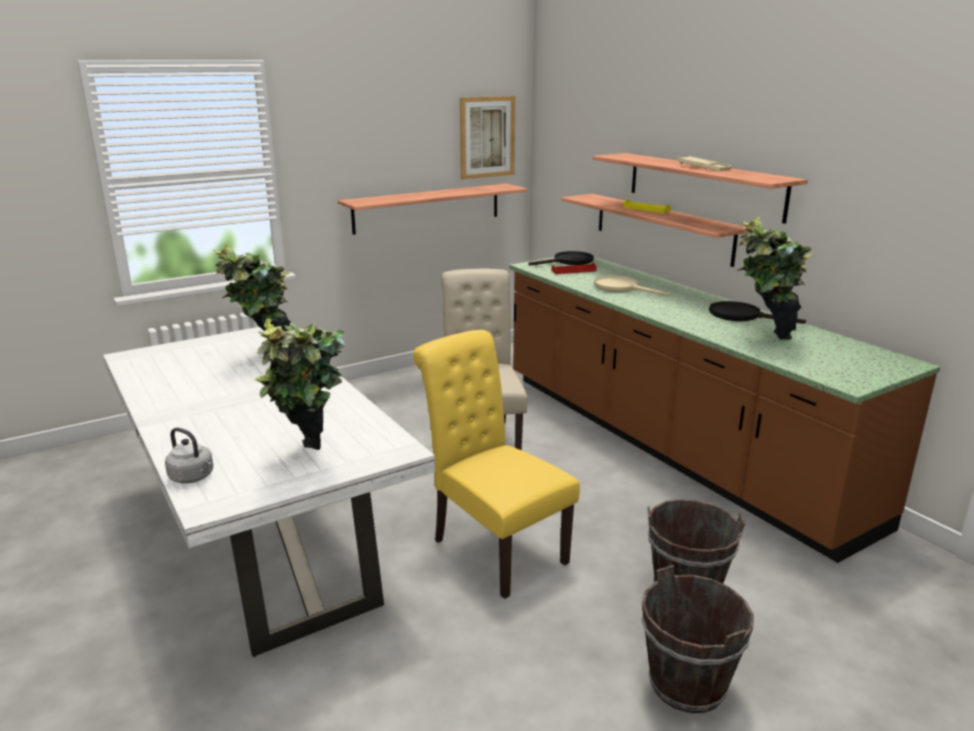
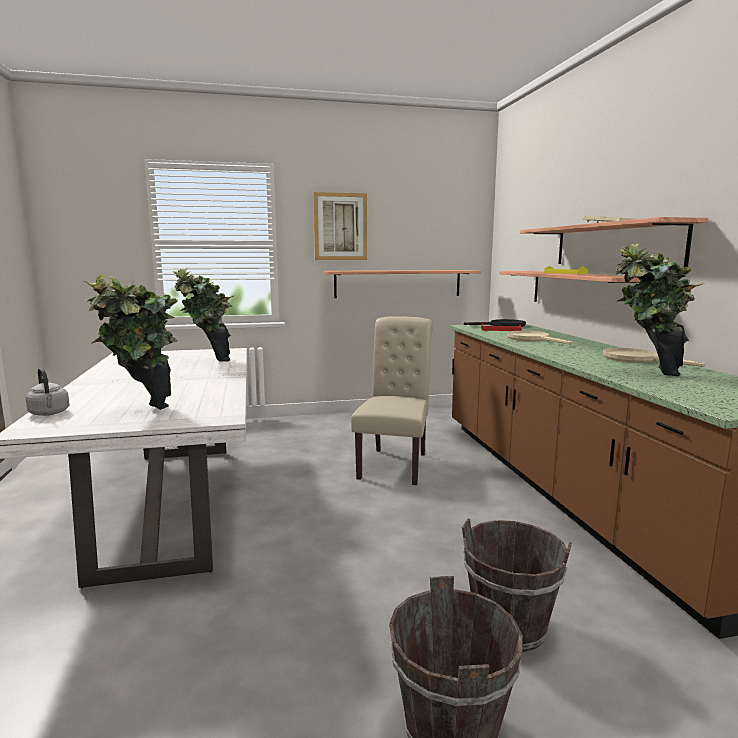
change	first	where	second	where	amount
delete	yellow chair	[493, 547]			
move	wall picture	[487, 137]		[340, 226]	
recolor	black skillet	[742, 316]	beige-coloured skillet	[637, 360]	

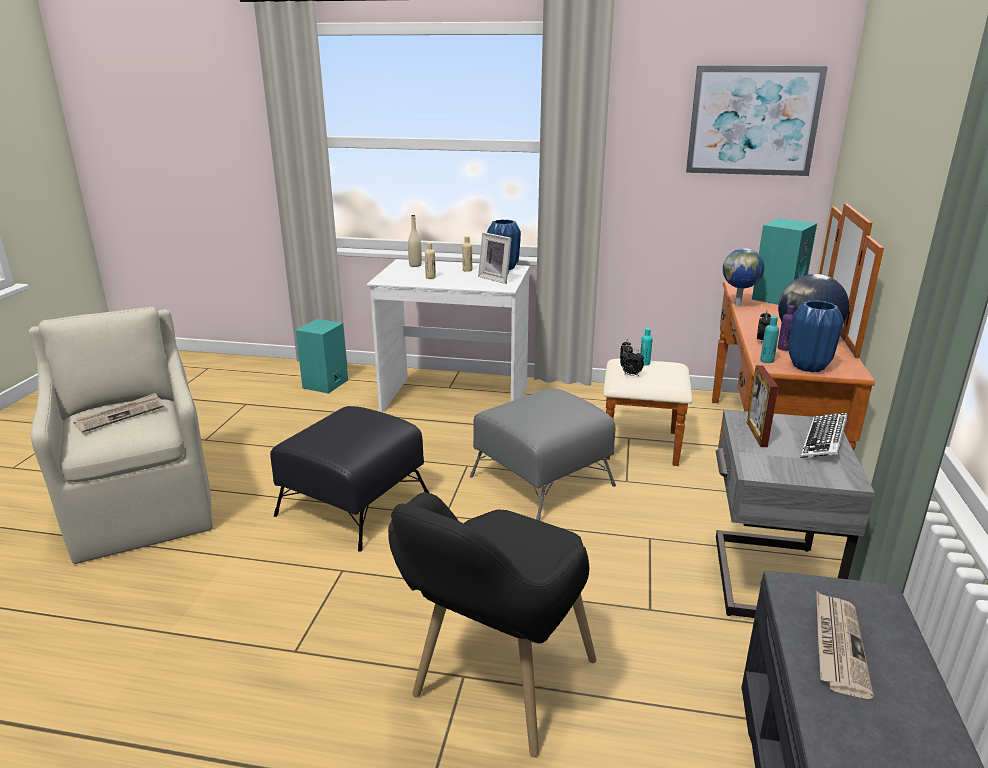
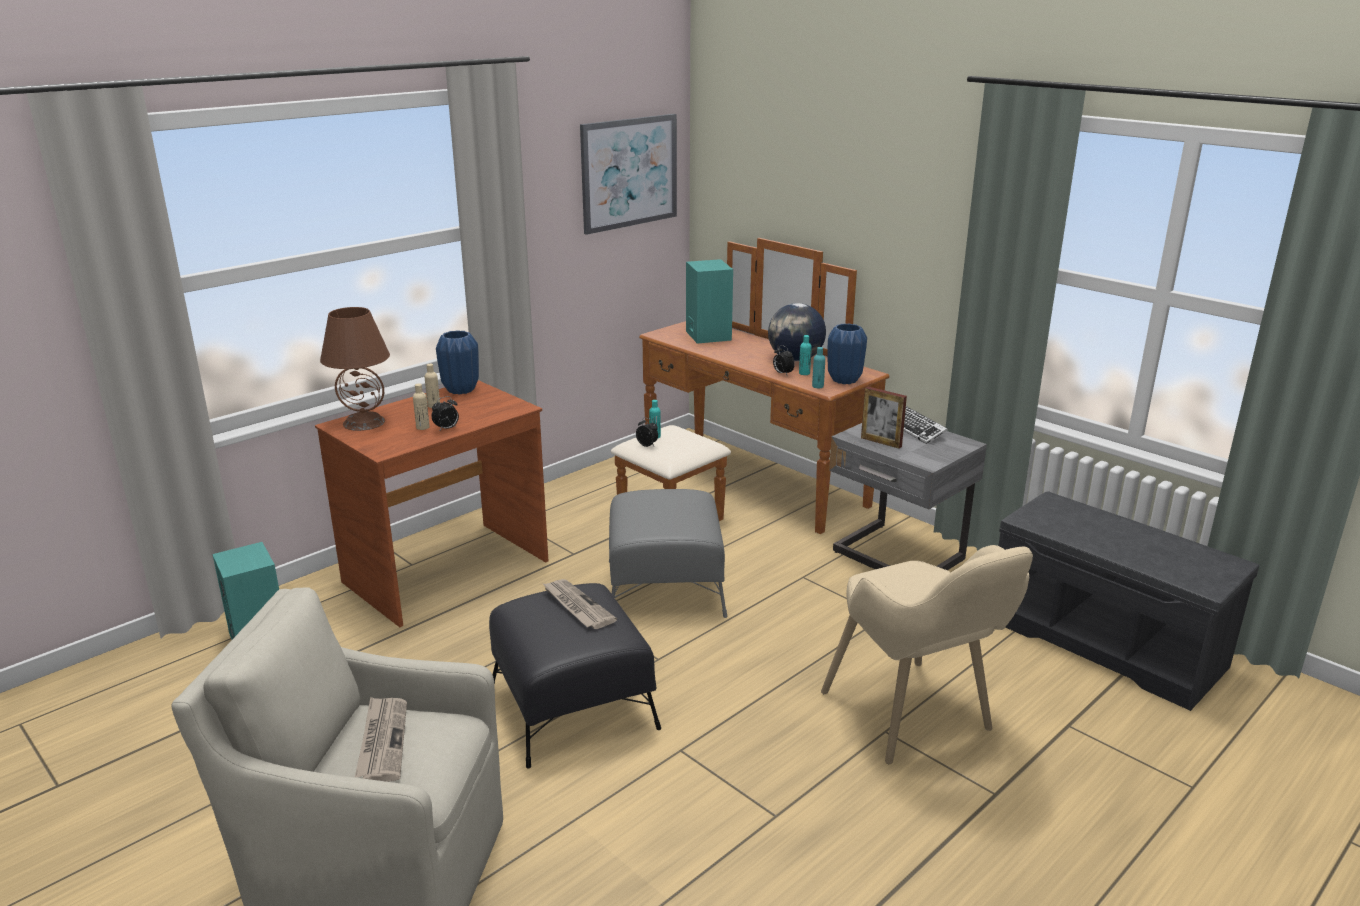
change	first	where	second	where	amount
delete	photo frame	[496, 278]			
delete	desk globe	[738, 305]			
move	alarm clock	[631, 375]		[446, 429]	
move	daily paper	[837, 645]		[577, 606]	
replace	beige-coloured beverage bottle	[415, 265]	brown table lamp	[363, 422]	
recolor	white-coloured desk	[454, 401]	brown desk	[447, 572]	
recolor	black armchair	[493, 695]	beige-coloured armchair	[917, 724]	
recolor	purplish beverage bottle	[784, 348]	turquoise beverage bottle	[804, 373]	

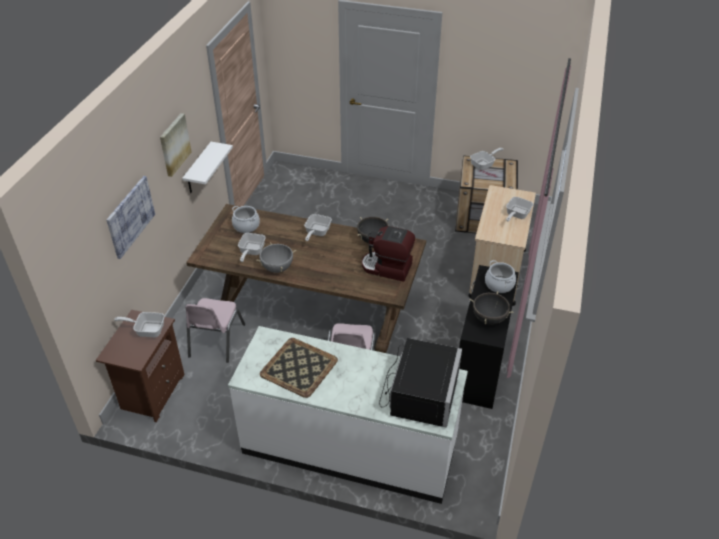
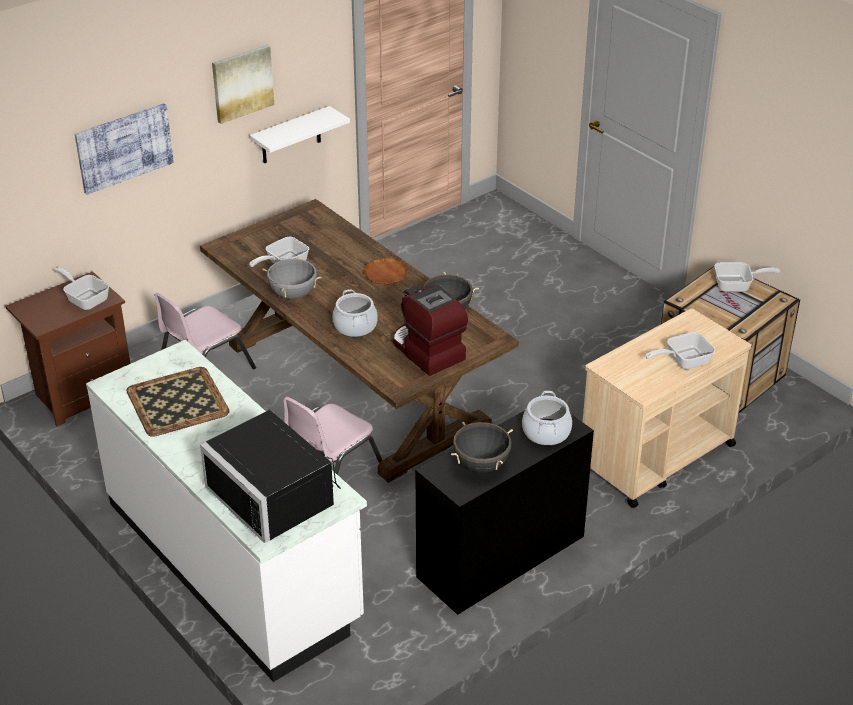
change	first	where	second	where	amount
move	saucepot	[246, 226]		[355, 326]	
replace	skillet	[316, 233]	brown plate	[385, 274]	
rotate	black microwave oven	[419, 393]		[277, 495]	90 degrees clockwise

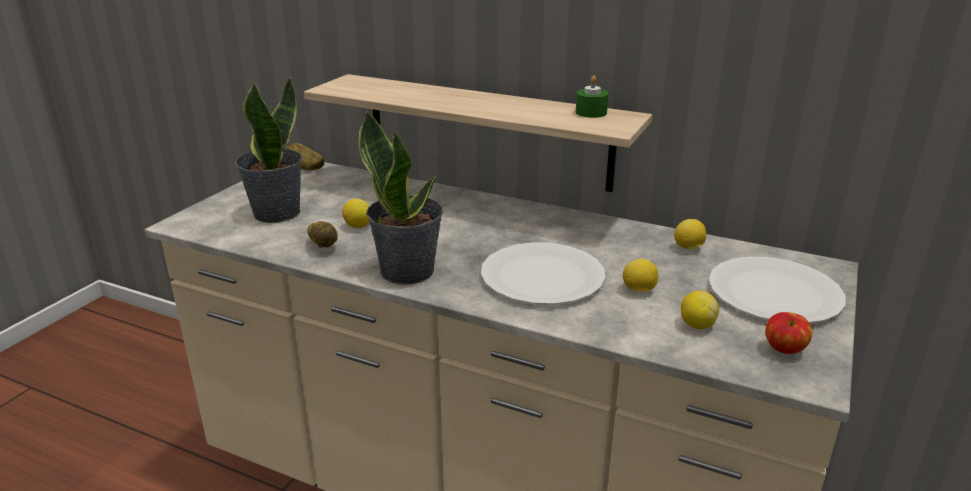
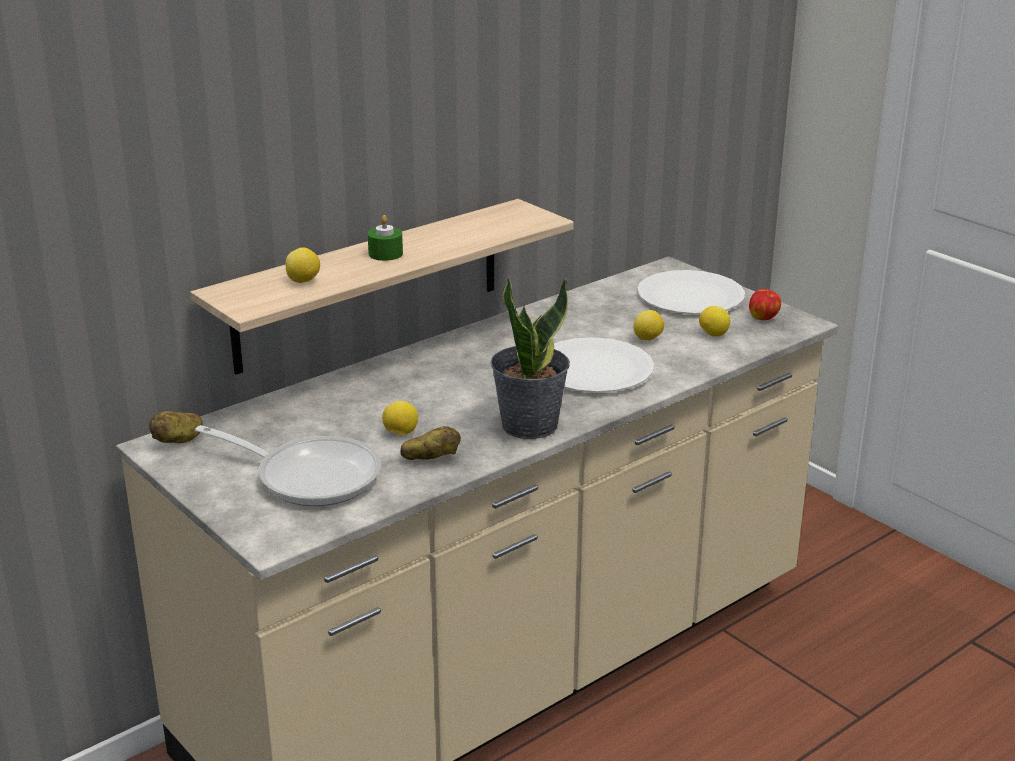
change	first	where	second	where	amount
move	greenish wax light	[591, 113]		[385, 254]	
move	lemon	[688, 248]		[304, 281]	
replace	potted plant	[276, 213]	skillet	[310, 476]	

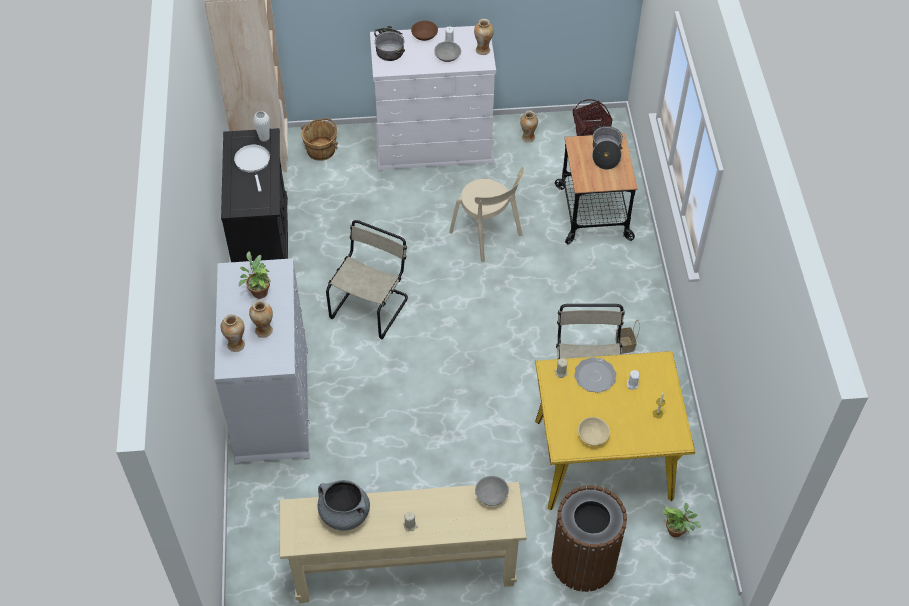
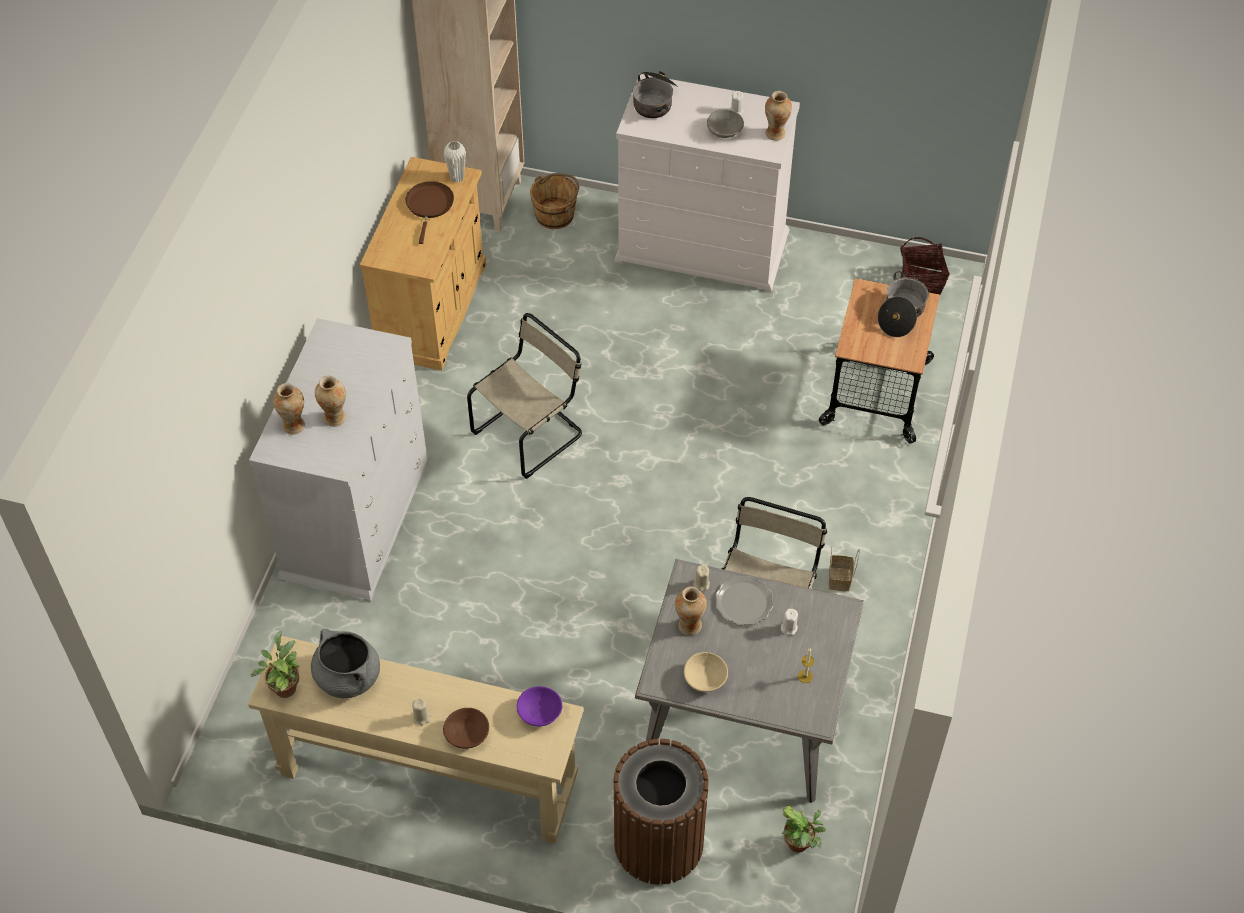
change	first	where	second	where	amount
delete	beige-coloured chair	[488, 236]			
move	potted plant	[258, 291]		[284, 686]	
move	brown serving bowl	[424, 36]		[467, 734]	
move	decorative vase	[528, 138]		[689, 625]	
recolor	black cupboard	[262, 239]	beige-coloured cupboard	[432, 309]	
recolor	white-coloured skillet	[253, 163]	brown skillet	[429, 206]	
recolor	greyish serving bowl	[491, 496]	purplish serving bowl	[539, 713]	
recolor	yellow dining table	[602, 459]	greyish dining table	[742, 719]	

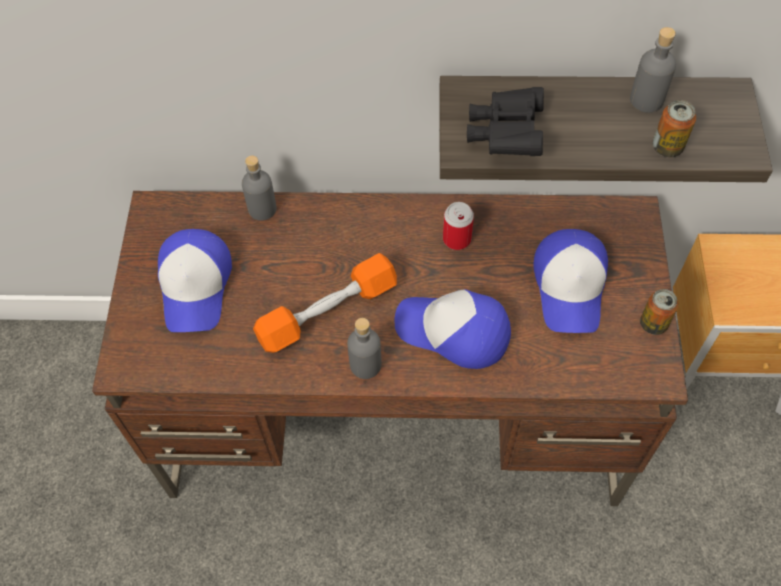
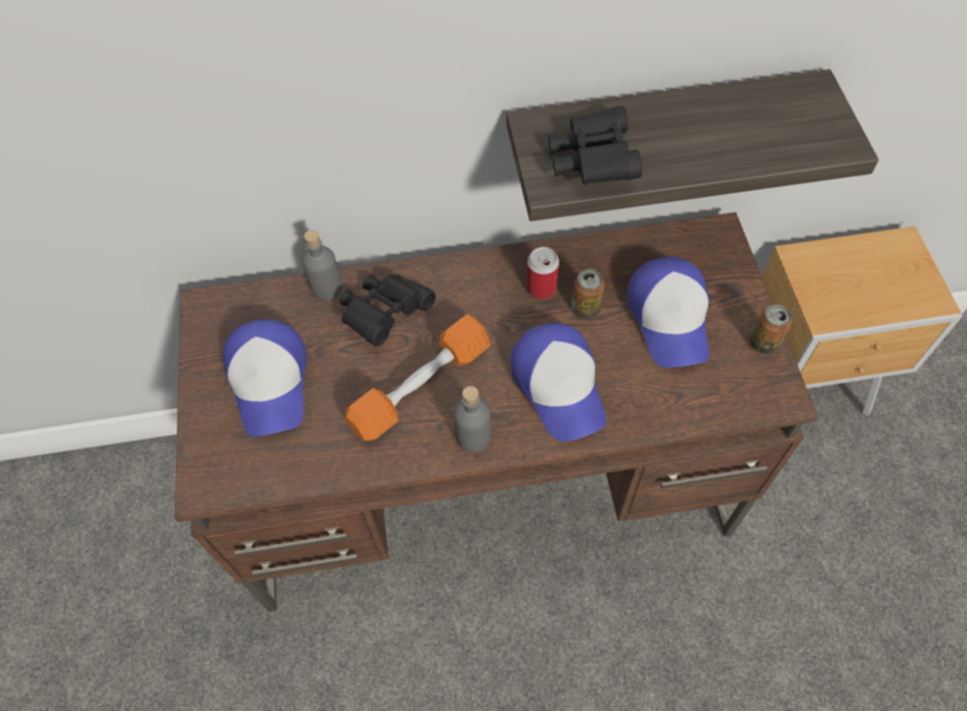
change	first	where	second	where	amount
delete	greyish beverage bottle	[646, 100]			
insert			black pair of binoculars	[385, 314]	
move	metal can	[667, 147]		[585, 308]	
rotate	peaked cap	[453, 332]		[559, 386]	120 degrees counterclockwise

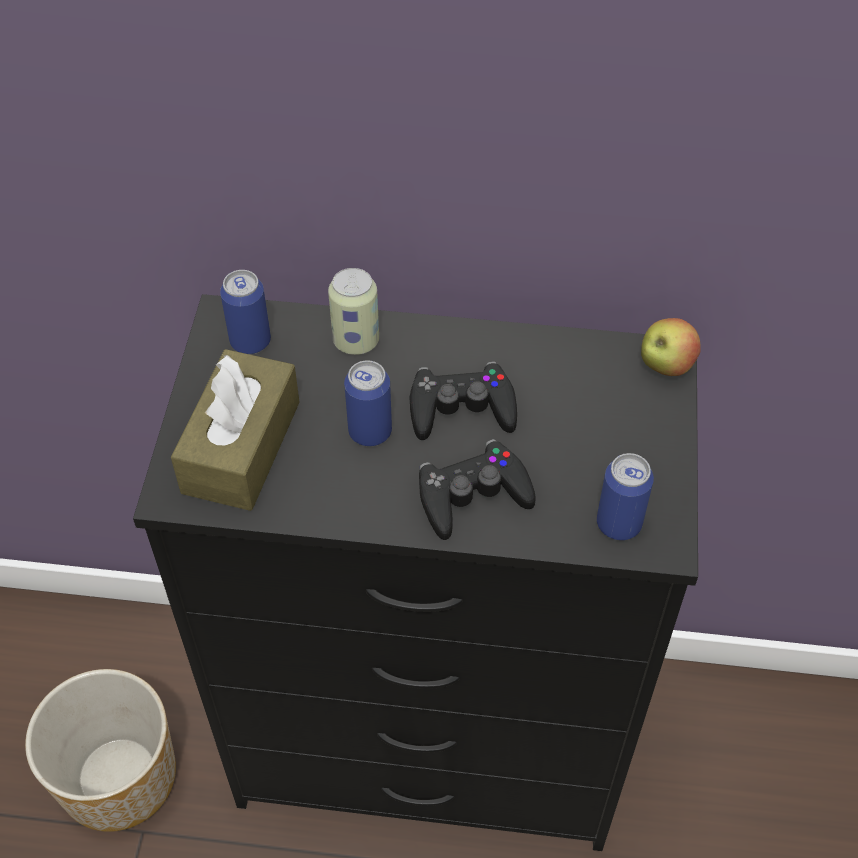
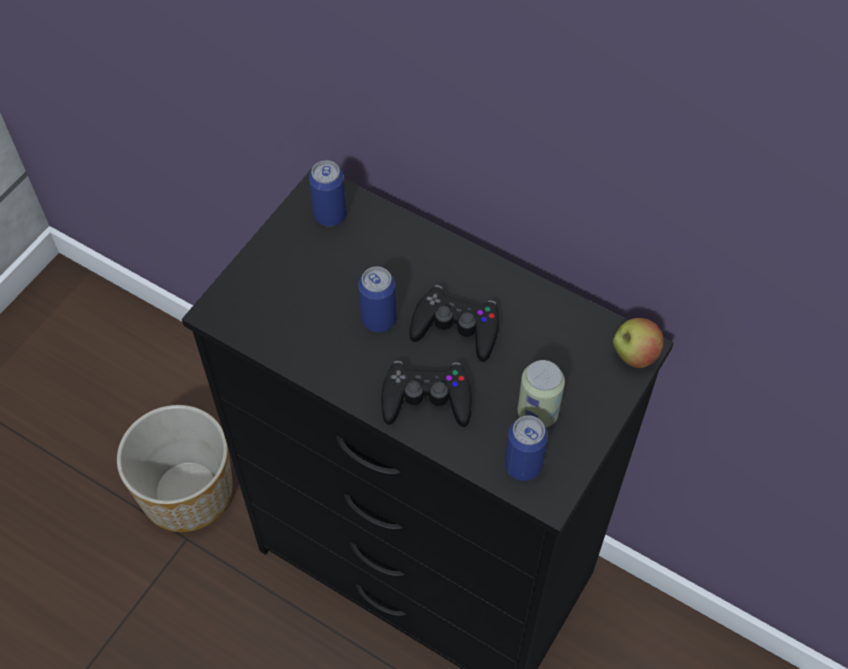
change	first	where	second	where	amount
delete	brown box of tissues	[241, 447]			
move	metal can	[356, 341]		[537, 413]	

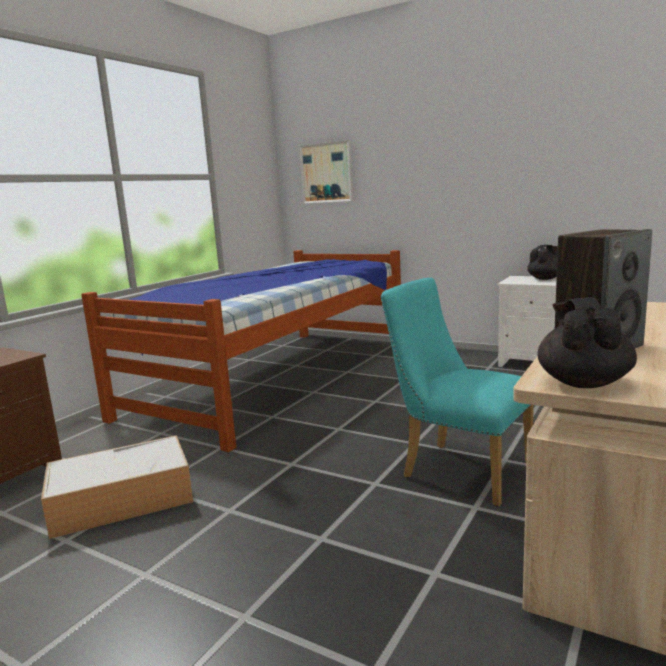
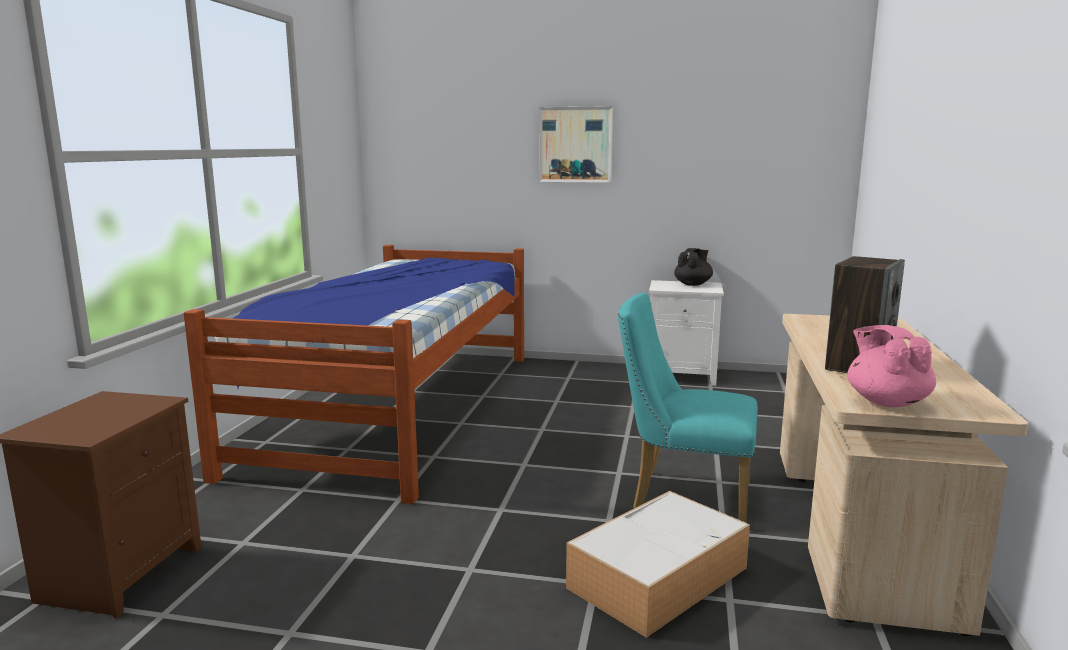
change	first	where	second	where	amount
move	storage bin	[124, 499]		[659, 576]	
move	wall picture	[327, 173]		[575, 145]	
recolor	black pot for tea	[583, 382]	pink pot for tea	[886, 402]	

